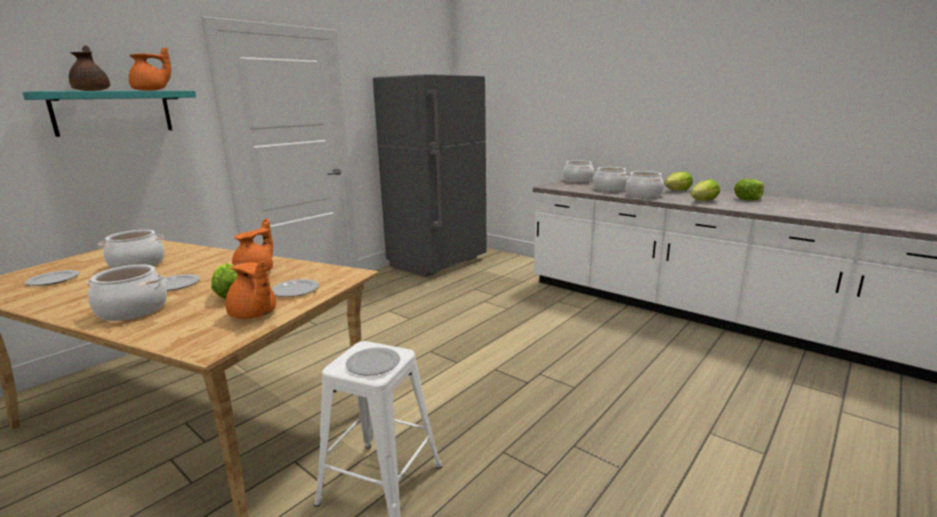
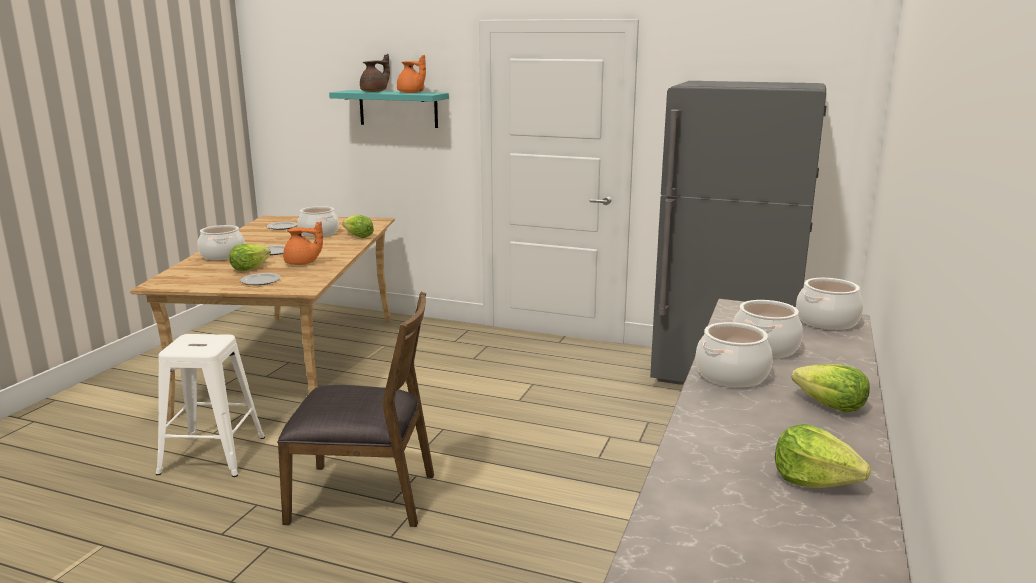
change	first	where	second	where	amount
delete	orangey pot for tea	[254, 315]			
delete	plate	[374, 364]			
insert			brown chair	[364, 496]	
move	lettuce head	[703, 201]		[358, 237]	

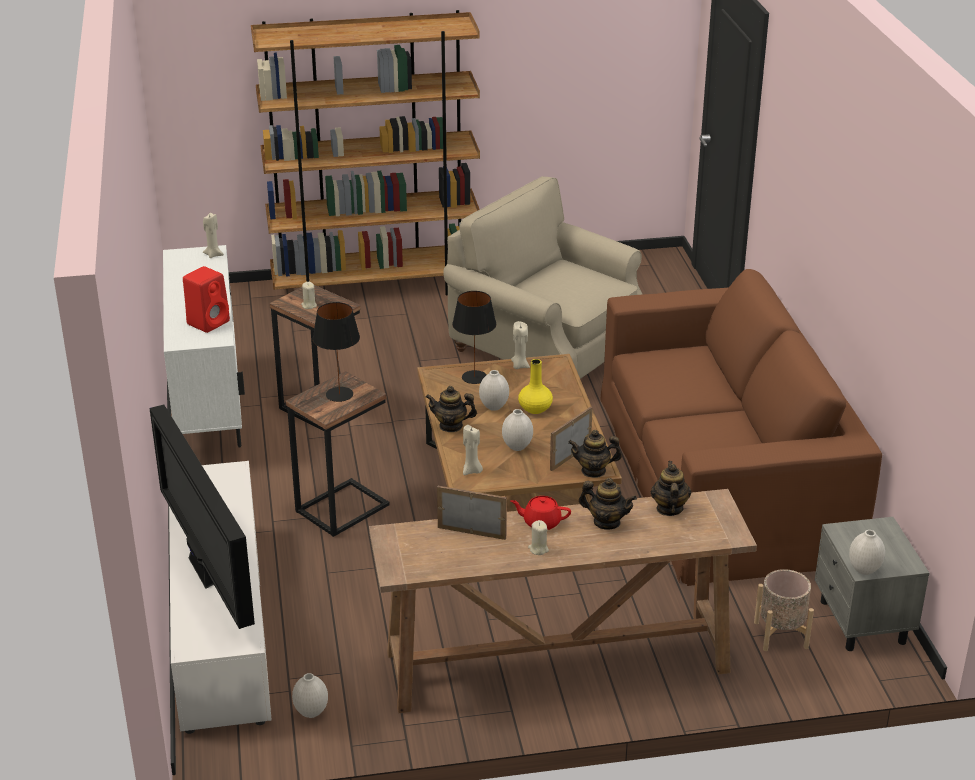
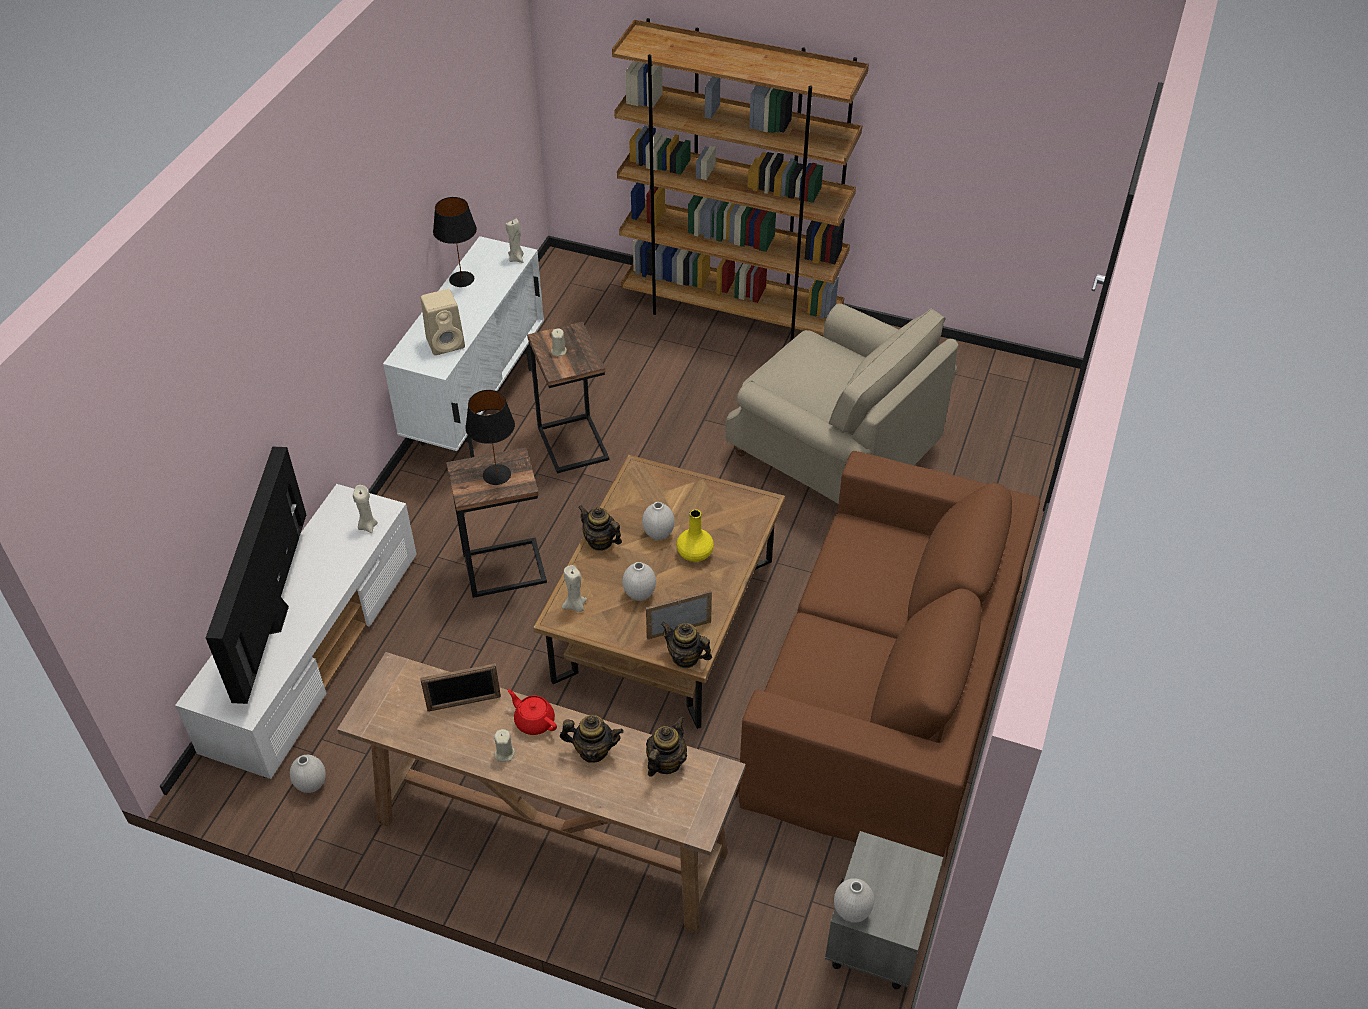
change	first	where	second	where	amount
delete	beige-coloured planter	[780, 635]			
move	black table lamp	[474, 377]		[461, 279]	
move	beige-coloured wax light	[519, 366]		[367, 526]	
recolor	red-coloured audio speaker	[209, 322]	beige-coloured audio speaker	[447, 342]	
rotate	photo frame	[472, 532]		[464, 703]	120 degrees clockwise
rotate	beige-coloured armchair	[545, 348]		[834, 451]	150 degrees clockwise
rotate	pot for tea	[606, 522]		[593, 750]	45 degrees counterclockwise

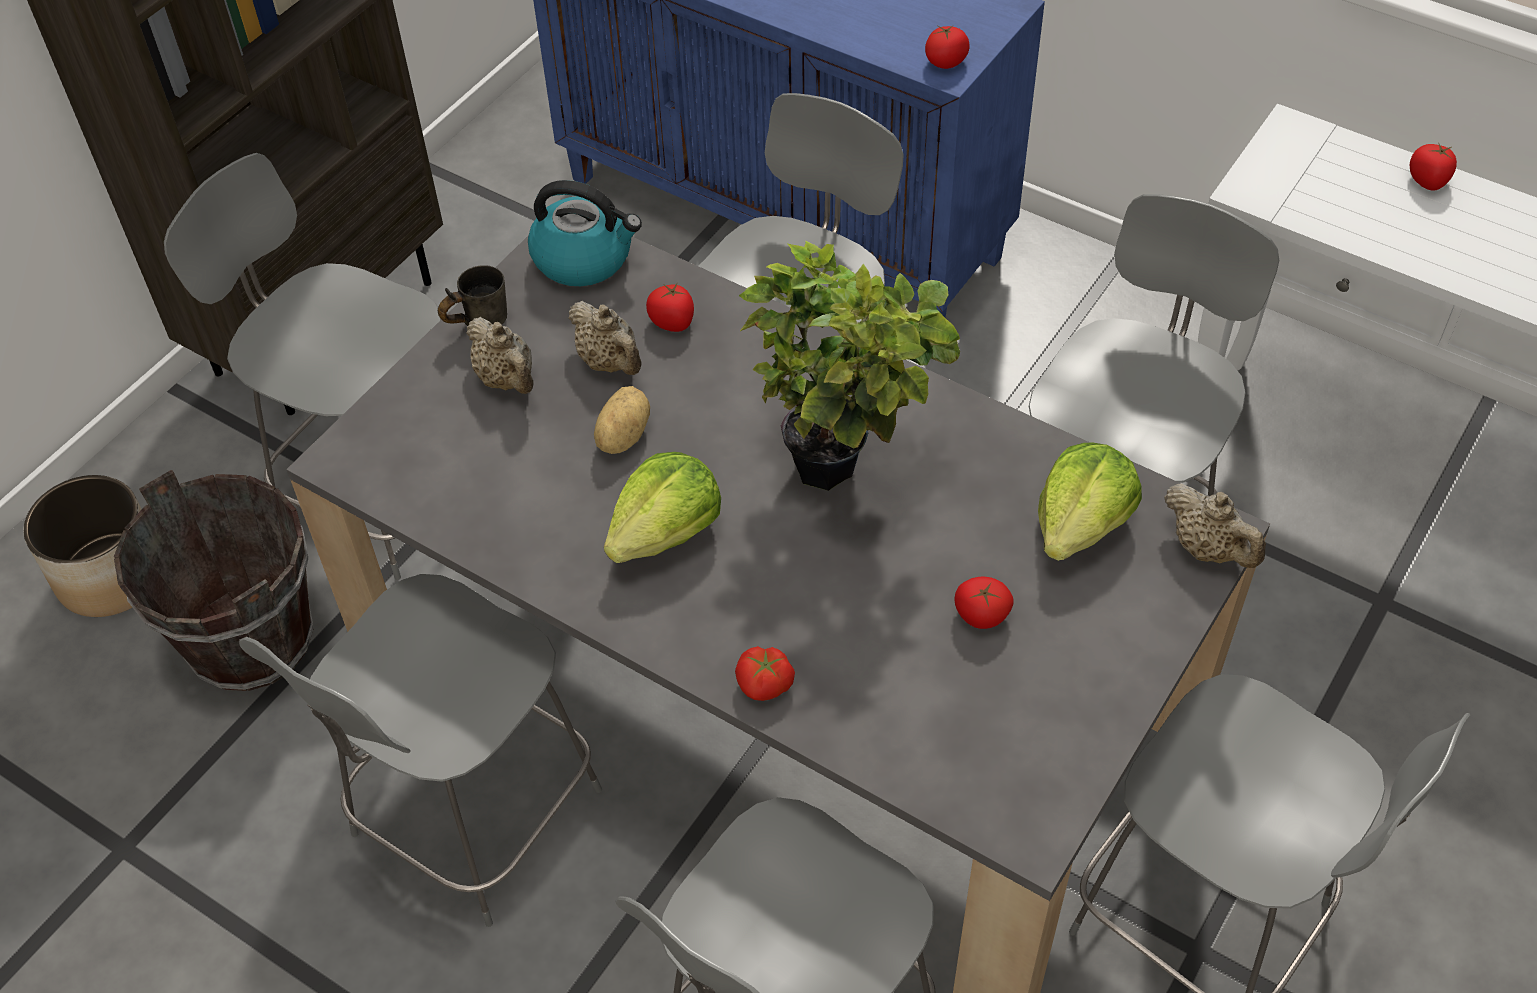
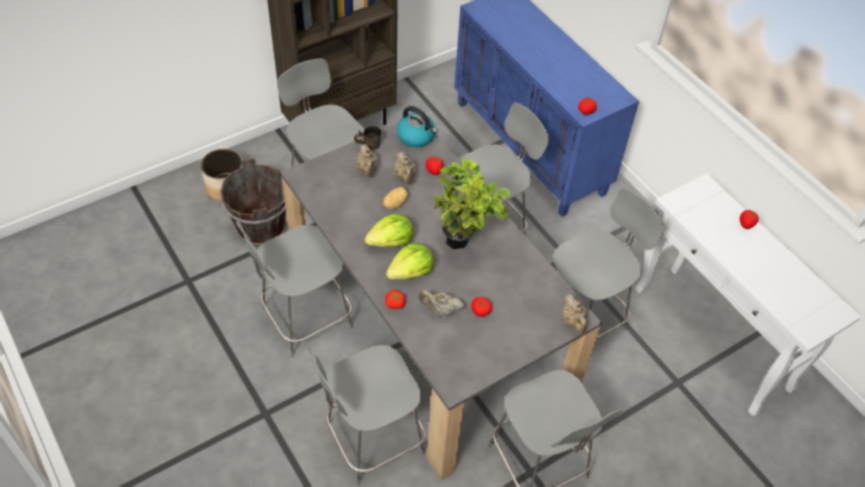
change	first	where	second	where	amount
insert			beige-coloured pot for tea	[440, 311]	
move	lettuce head	[1081, 524]		[411, 272]	

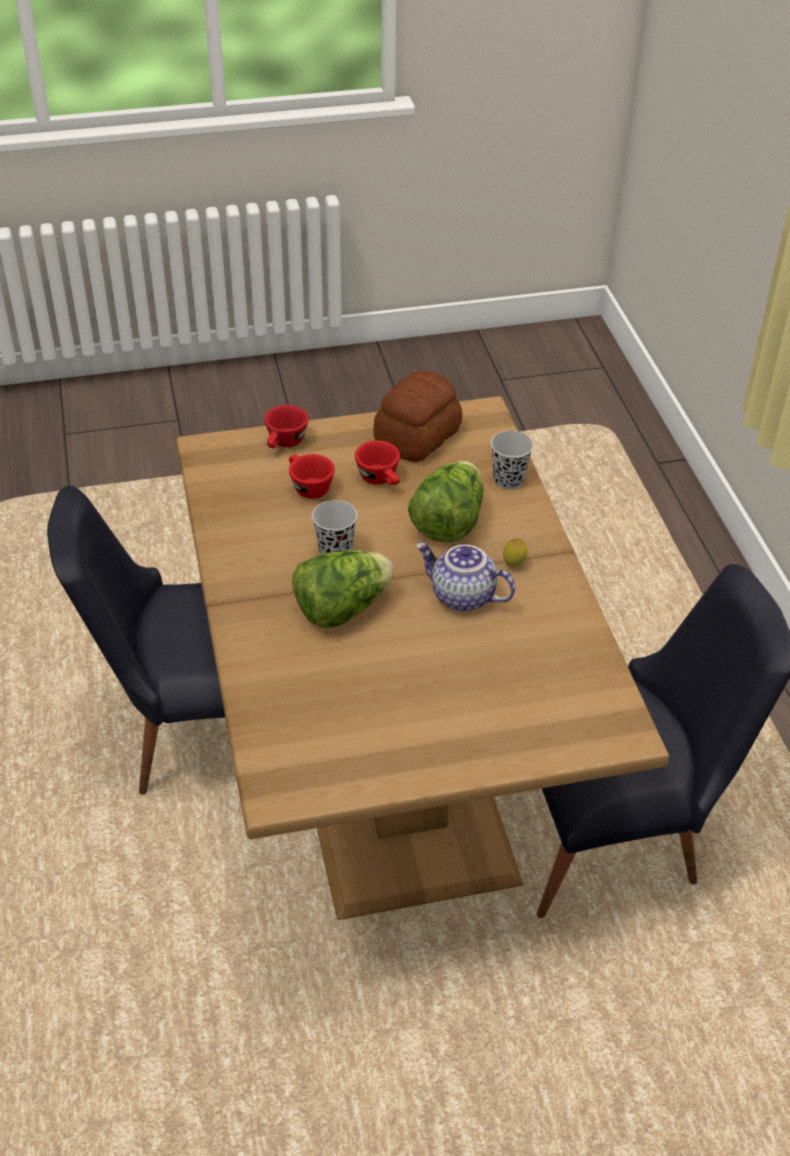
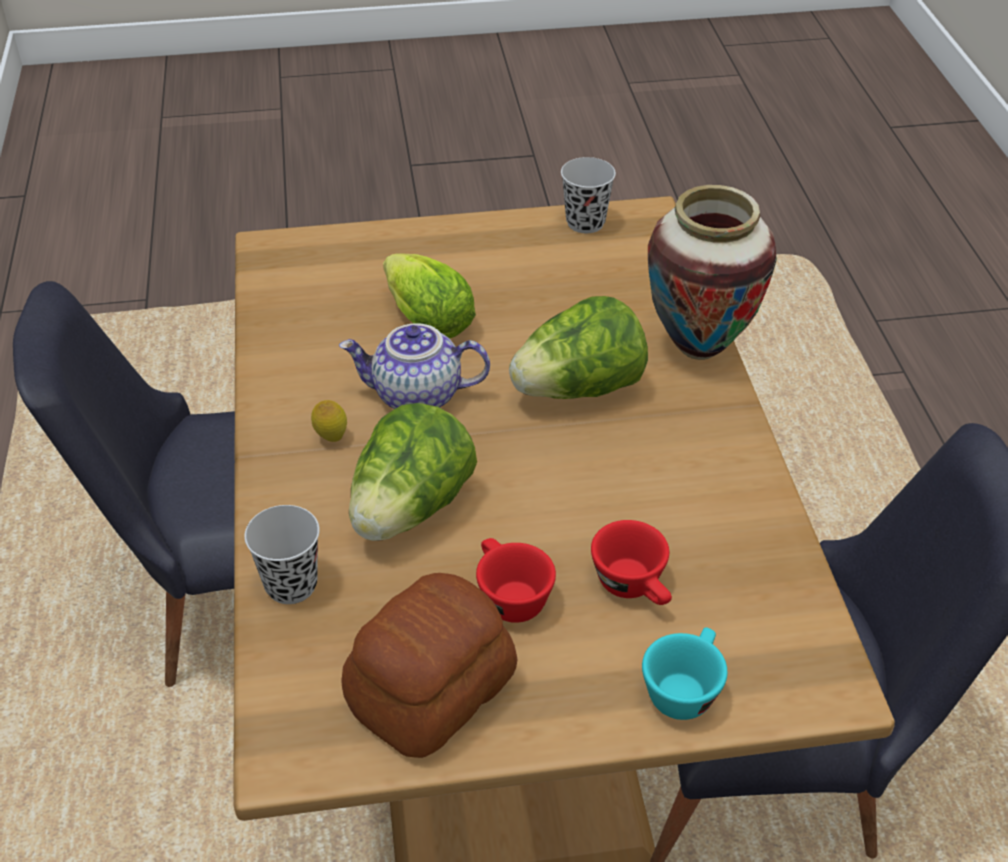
change	first	where	second	where	amount
insert			lettuce head	[424, 318]	
insert			decorative vase	[698, 347]	
move	black small cup	[335, 552]		[585, 222]	
recolor	red-coloured small cup	[285, 443]	turquoise small cup	[683, 688]	
rotate	pot for tea	[461, 597]		[416, 397]	150 degrees clockwise

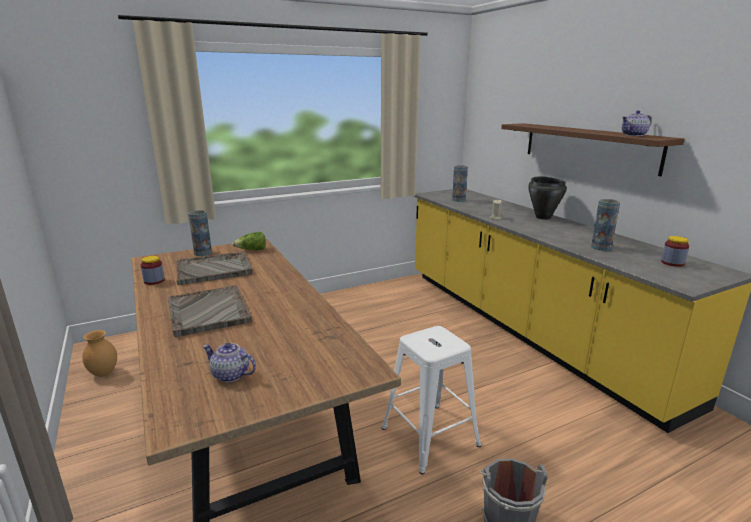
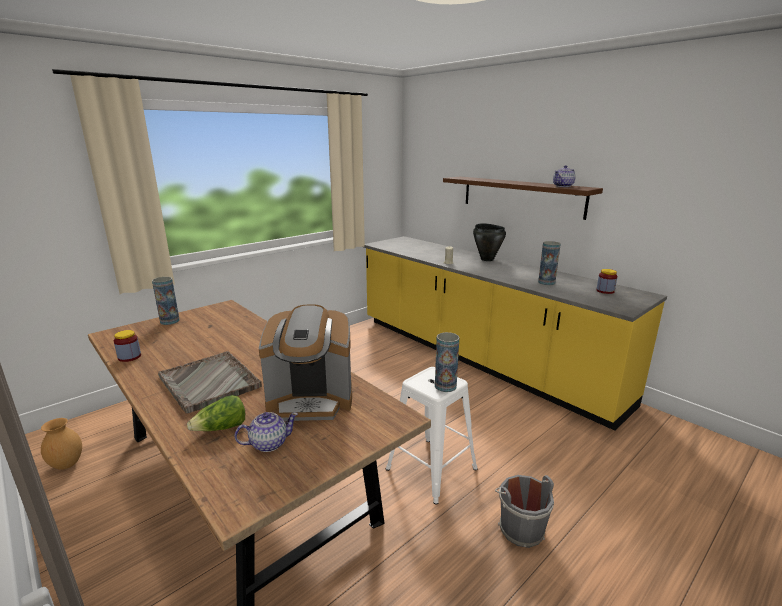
change	first	where	second	where	amount
delete	greyish tray	[215, 269]			
insert			coffee maker	[311, 400]	
move	lettuce head	[252, 250]		[221, 428]	
move	decorative vase	[458, 200]		[445, 386]	
rotate	pot for tea	[231, 375]		[268, 443]	150 degrees clockwise

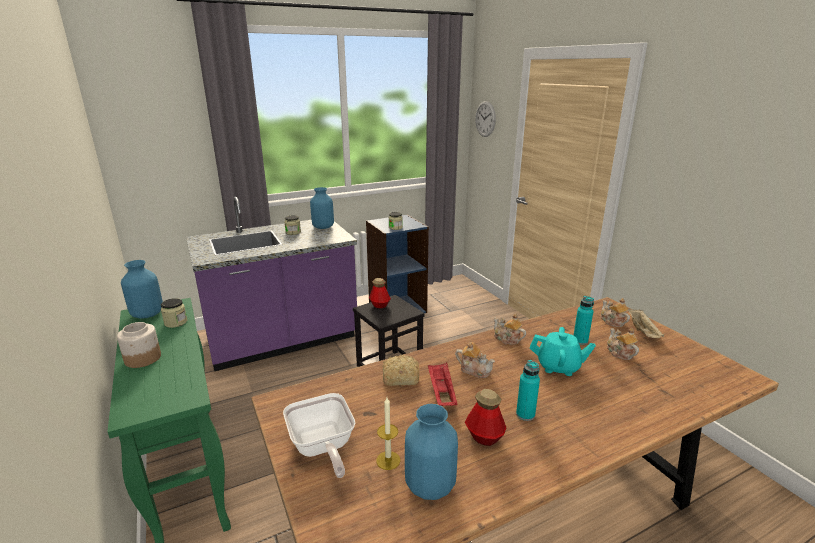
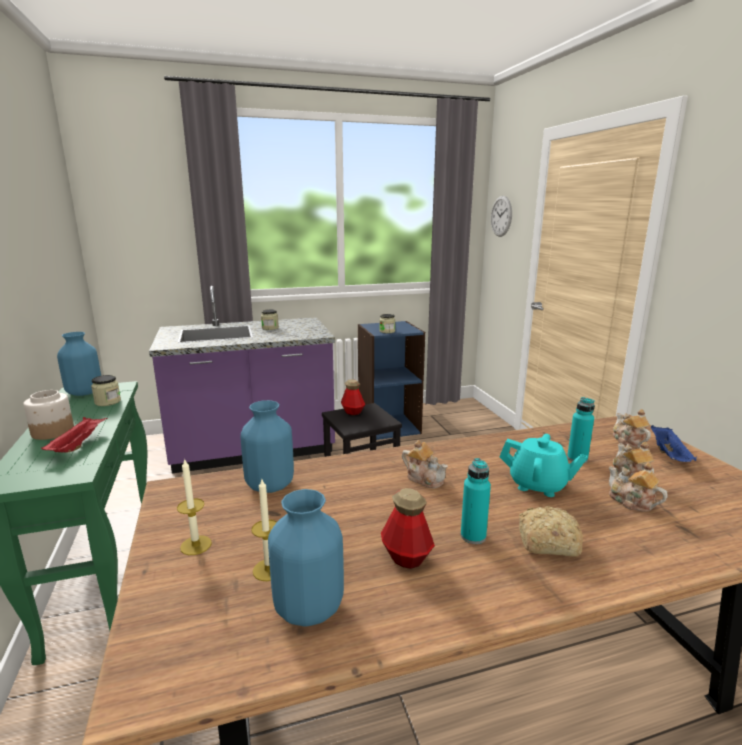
change	first	where	second	where	amount
move	blue decorative vase	[323, 227]		[270, 485]	
move	bread	[399, 377]		[545, 542]	
move	red-coloured tray	[441, 393]		[78, 444]	
move	pot for tea	[507, 339]		[631, 502]	
replace	skillet	[322, 448]	wax light	[196, 545]	
recolor	beige-coloured tray	[643, 332]	blue tray	[669, 455]	

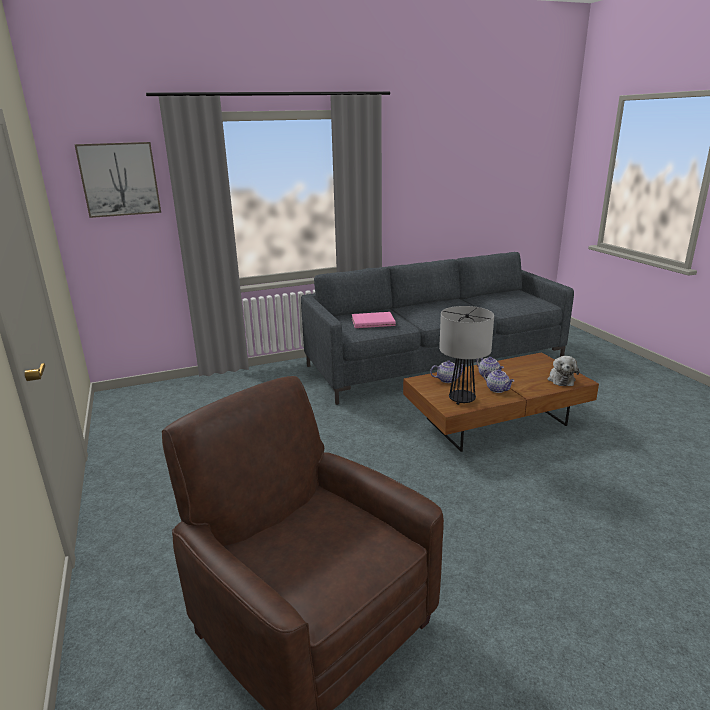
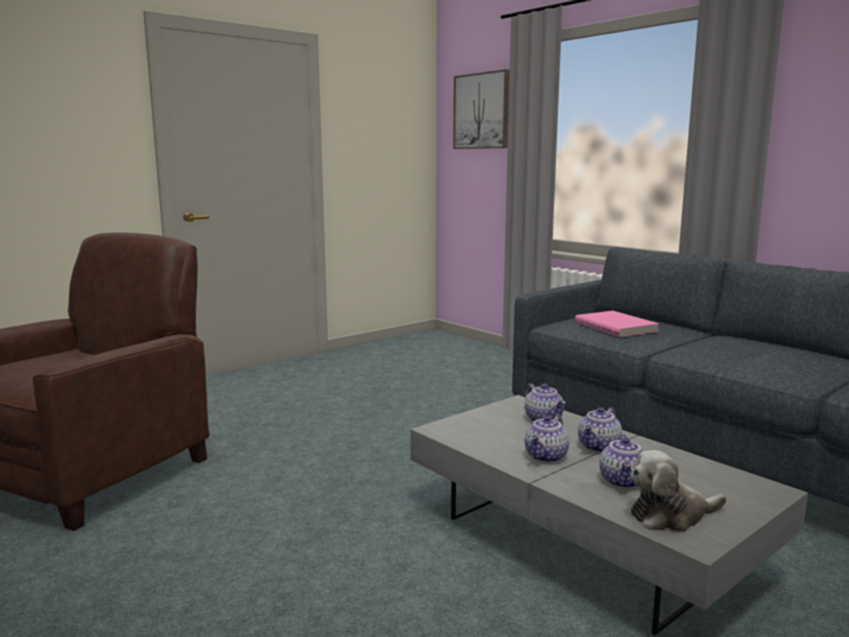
change	first	where	second	where	amount
delete	table lamp	[462, 400]			
insert			pot for tea	[624, 482]	
recolor	brown coffee table	[495, 421]	greyish coffee table	[584, 543]	

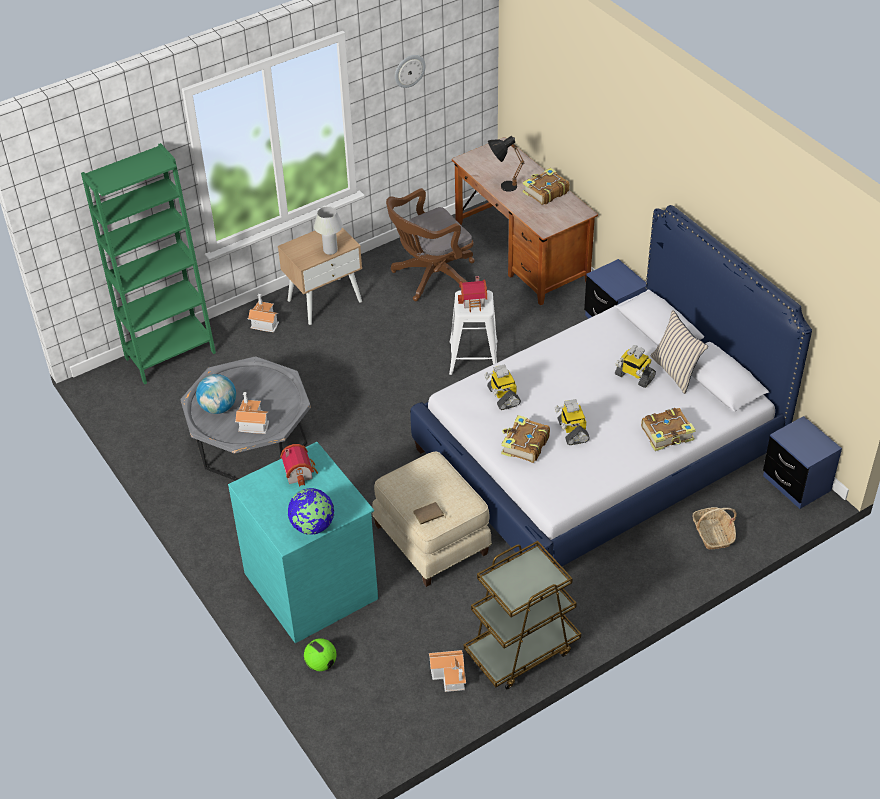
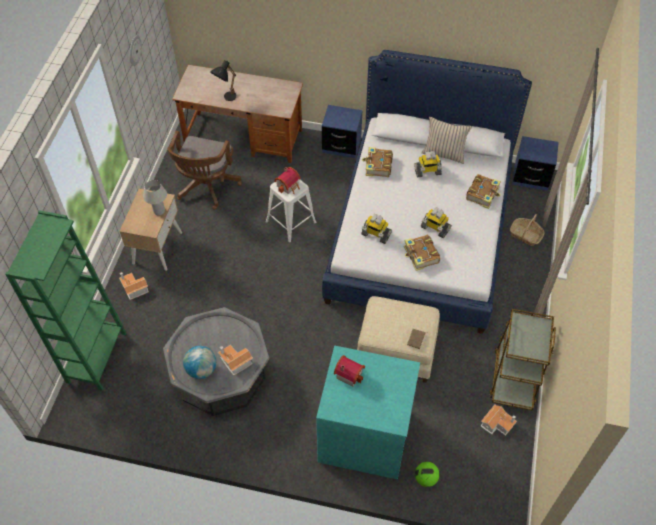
change	first	where	second	where	amount
delete	desk globe	[312, 526]			
move	volume	[545, 192]		[378, 166]	

